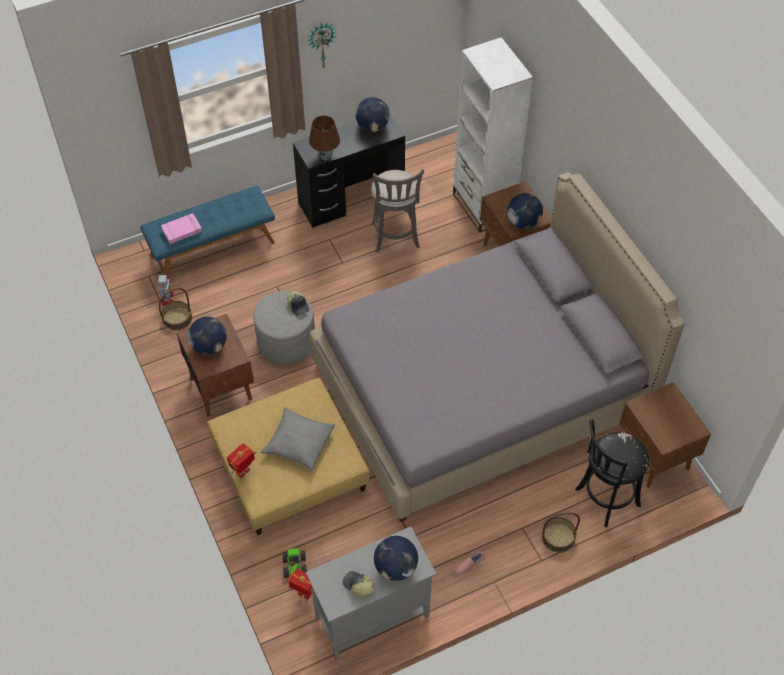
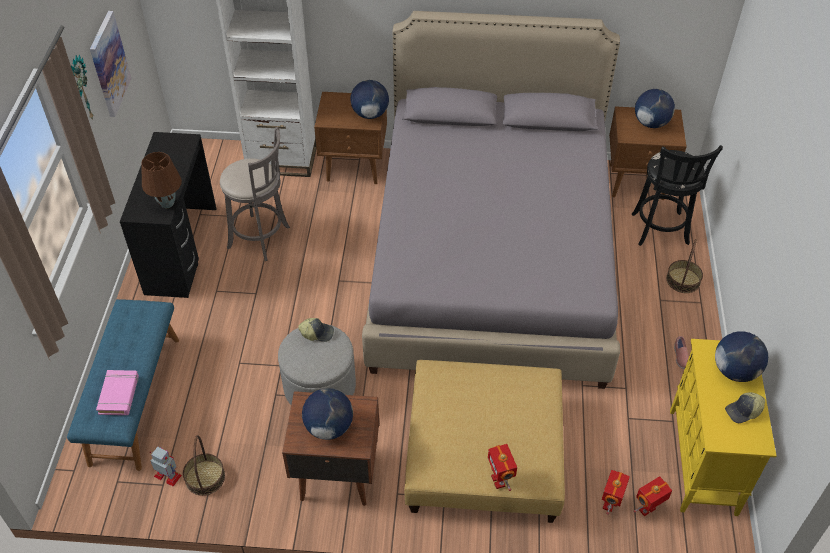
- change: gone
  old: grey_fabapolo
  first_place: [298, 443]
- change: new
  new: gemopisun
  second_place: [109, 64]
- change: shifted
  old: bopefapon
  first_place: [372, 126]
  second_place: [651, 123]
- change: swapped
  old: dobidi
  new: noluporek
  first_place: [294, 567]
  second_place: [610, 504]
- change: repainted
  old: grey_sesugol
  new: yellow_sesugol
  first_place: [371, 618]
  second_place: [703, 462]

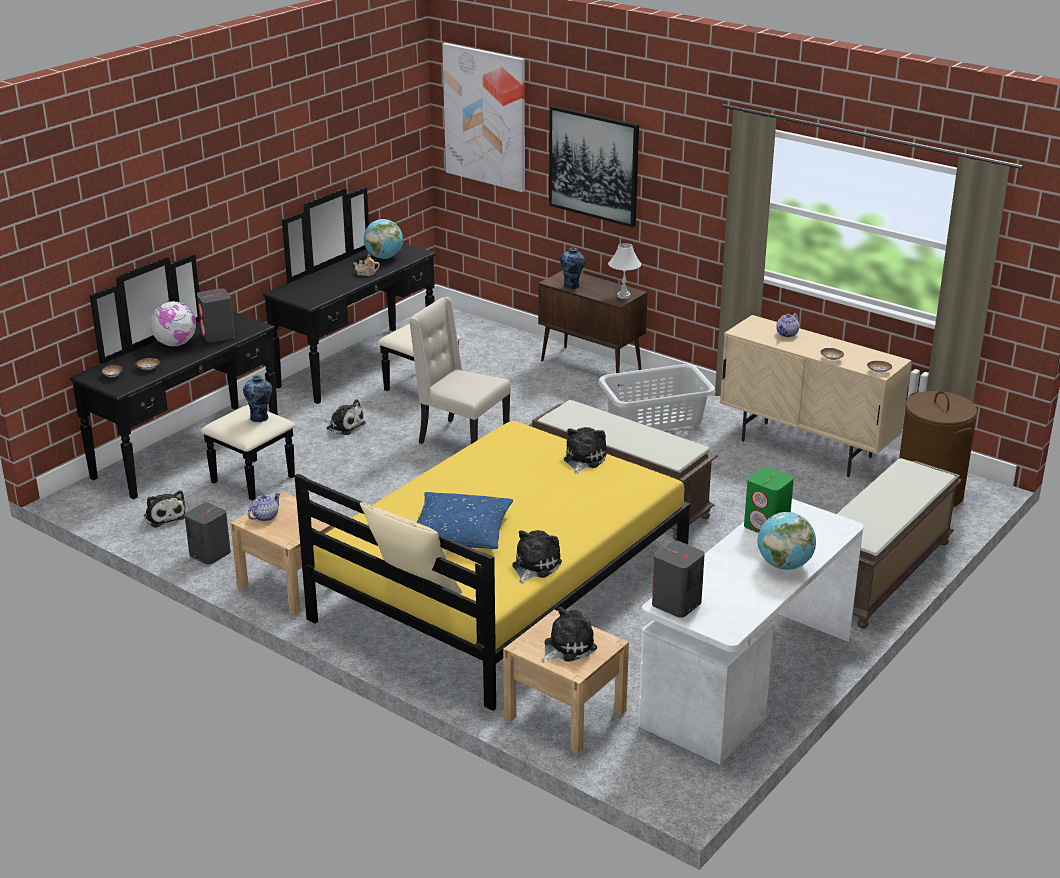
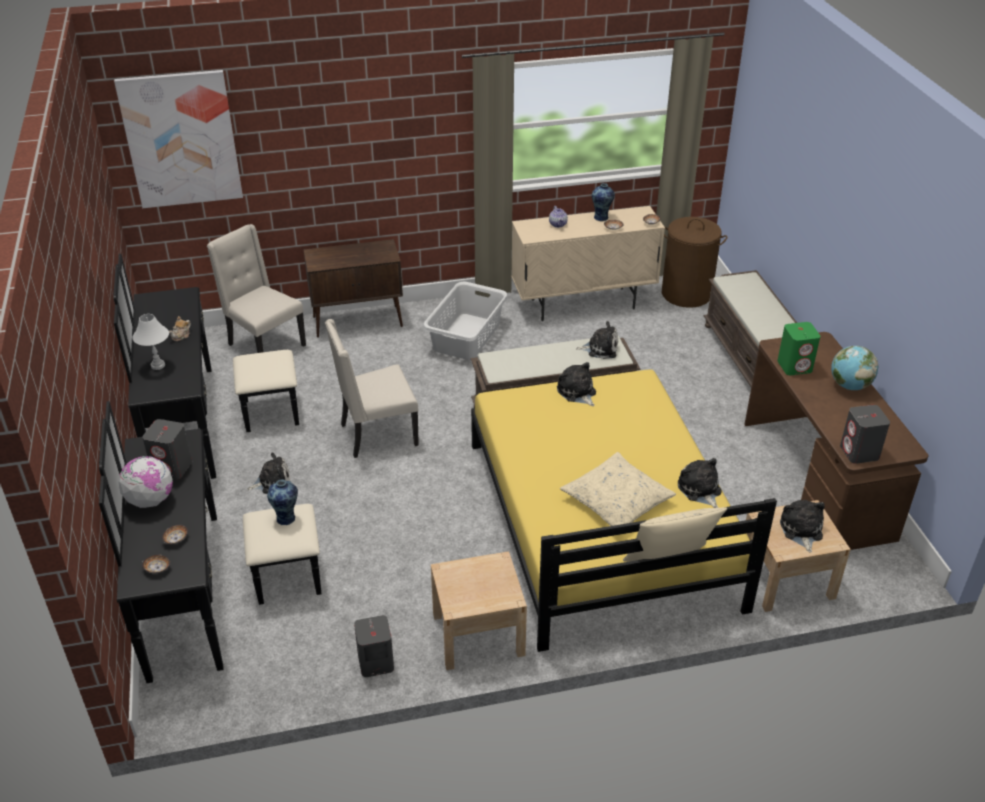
- change: gone
  old: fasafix
  first_place: [265, 516]
- change: gone
  old: bopefapon
  first_place: [384, 257]
- change: gone
  old: gemopisun
  first_place: [594, 165]
- change: new
  new: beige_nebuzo
  second_place: [264, 345]
- change: shifted
  old: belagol
  first_place: [164, 516]
  second_place: [600, 348]
- change: shifted
  old: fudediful
  first_place: [572, 286]
  second_place: [601, 217]
- change: shifted
  old: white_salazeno
  first_place: [623, 296]
  second_place: [158, 365]
- change: repainted
  old: blue_fabapolo
  new: beige_fabapolo
  first_place: [460, 532]
  second_place: [617, 500]
- change: repainted
  old: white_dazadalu
  new: brown_dazadalu
  first_place: [748, 681]
  second_place: [818, 478]

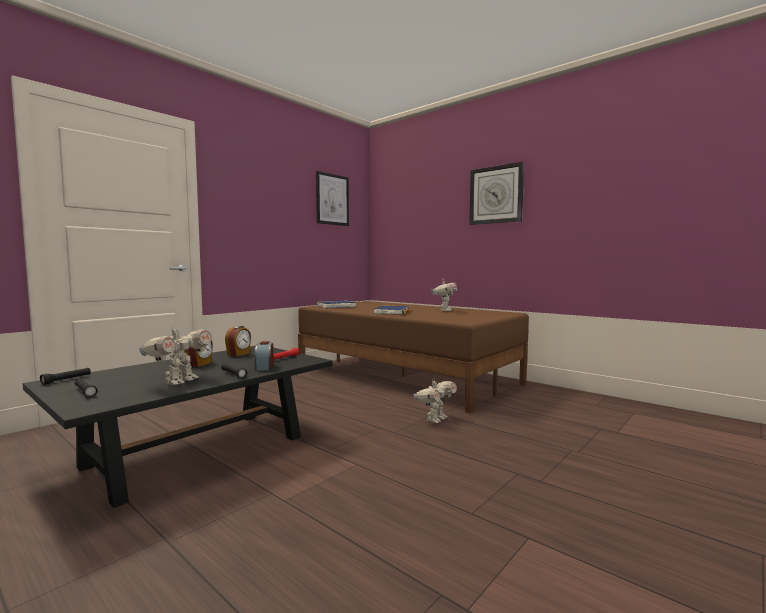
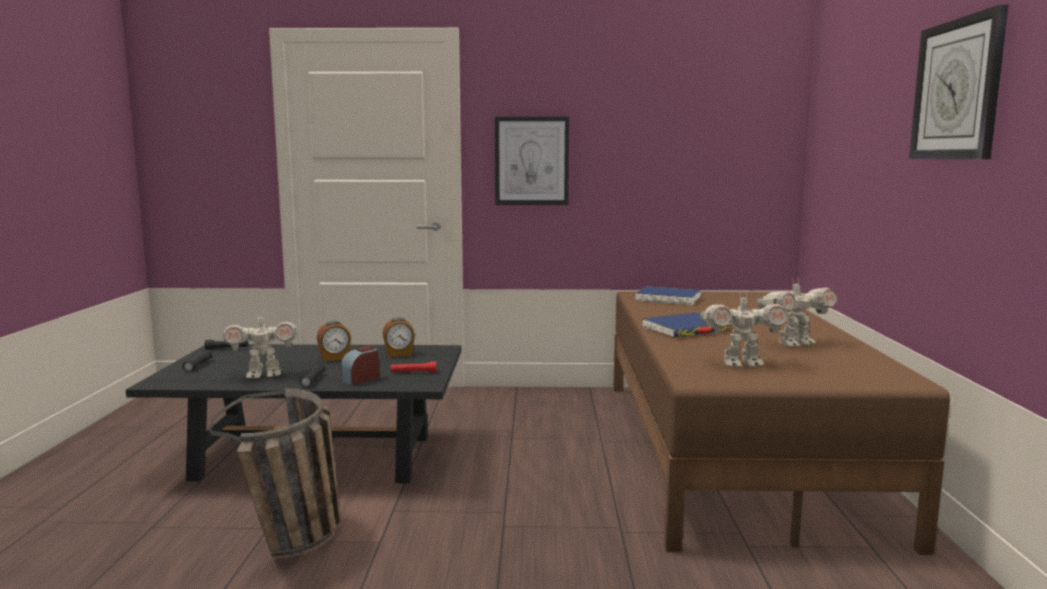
- change: new
  new: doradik
  second_place: [295, 542]
- change: shifted
  old: gemopisun
  first_place: [332, 199]
  second_place: [531, 161]
- change: shifted
  old: noluporek
  first_place: [435, 419]
  second_place: [741, 364]

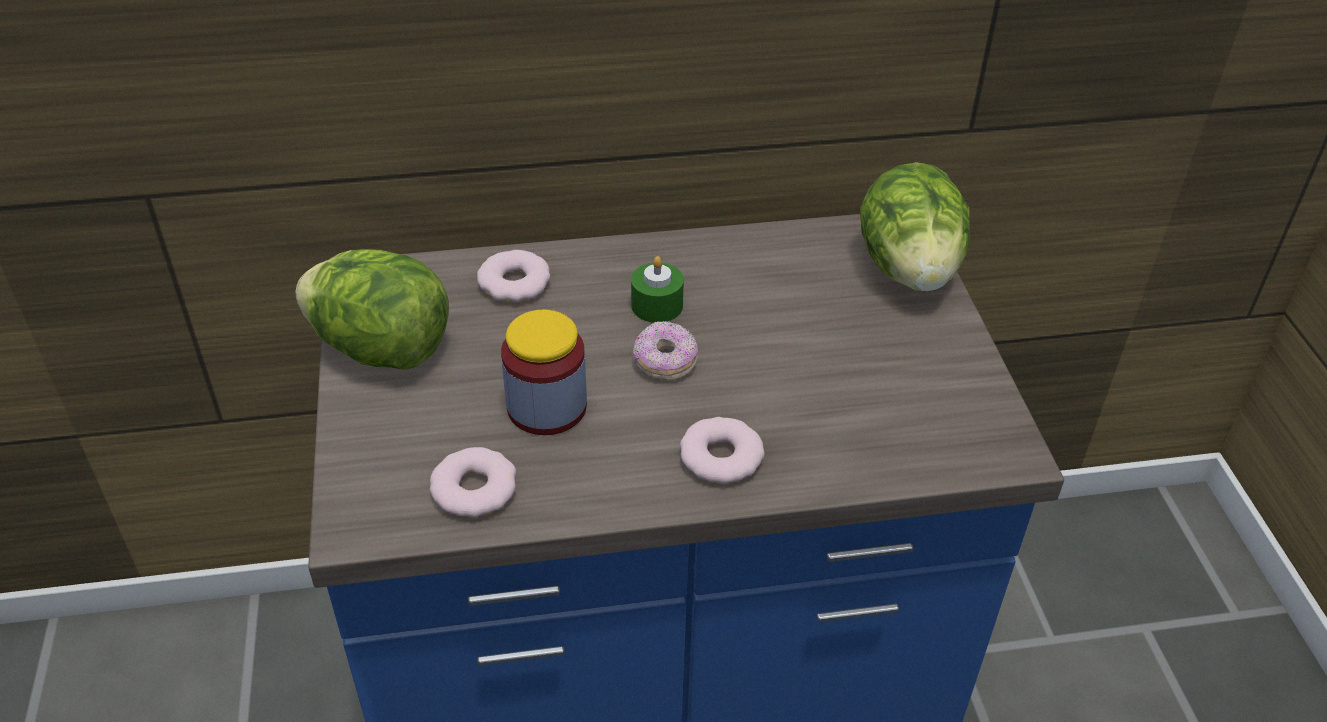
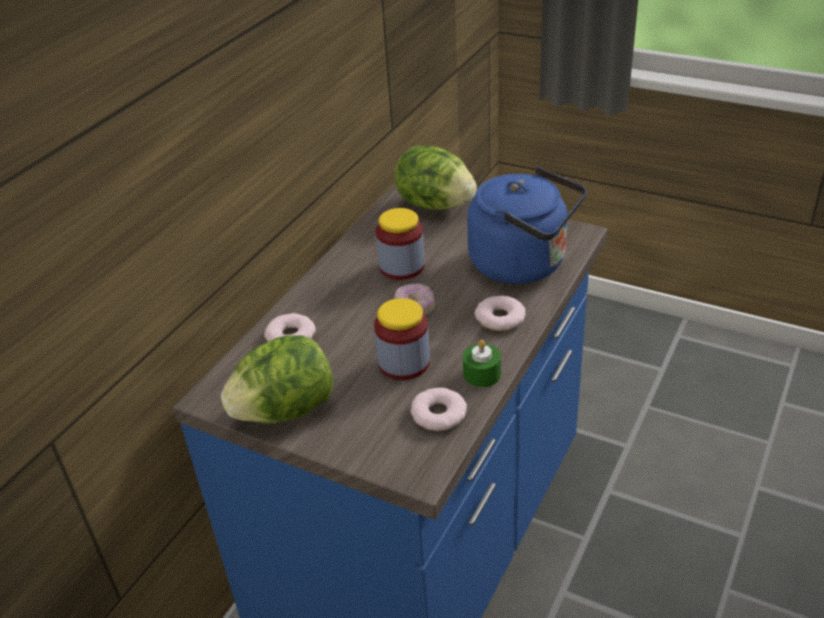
- change: new
  new: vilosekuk
  second_place: [402, 267]
- change: new
  new: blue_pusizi
  second_place: [524, 264]
- change: shifted
  old: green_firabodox
  first_place: [657, 305]
  second_place: [482, 374]

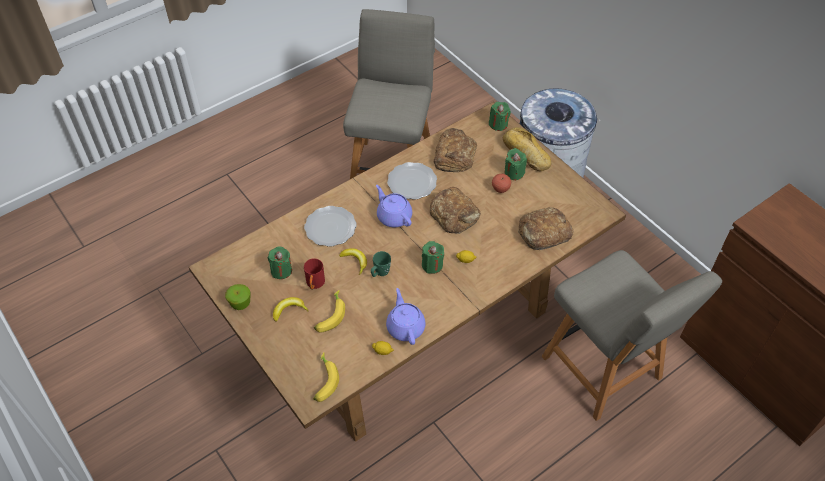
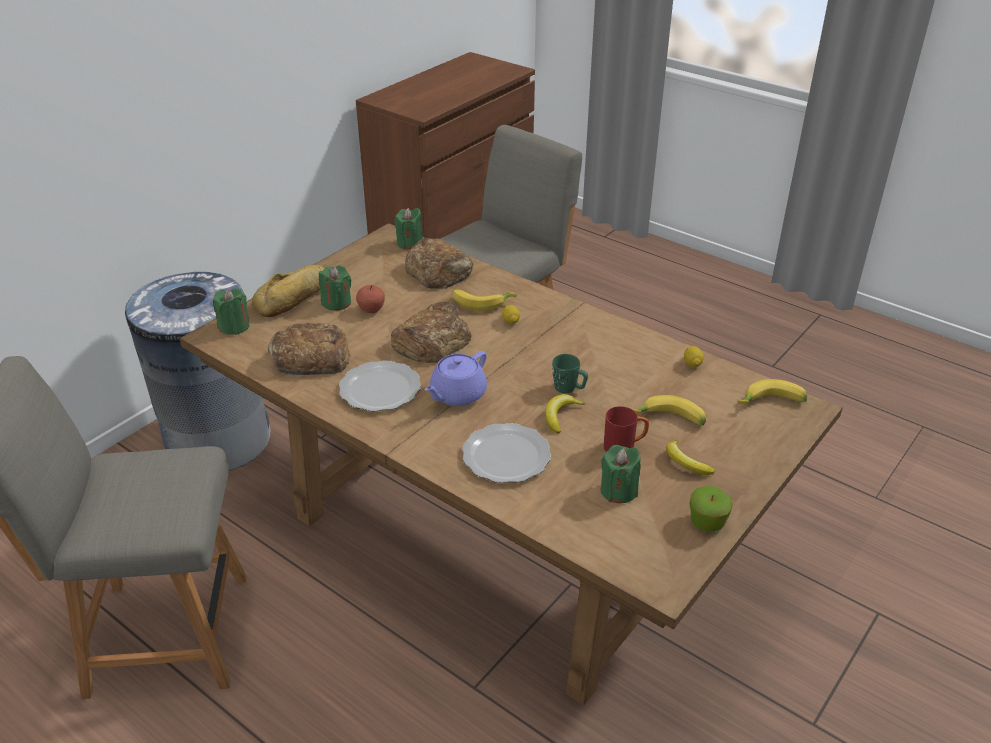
- change: gone
  old: purple_fasafix
  first_place: [405, 327]
- change: new
  new: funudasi
  second_place: [482, 302]
- change: shifted
  old: green_firabodox
  first_place: [432, 265]
  second_place: [410, 243]

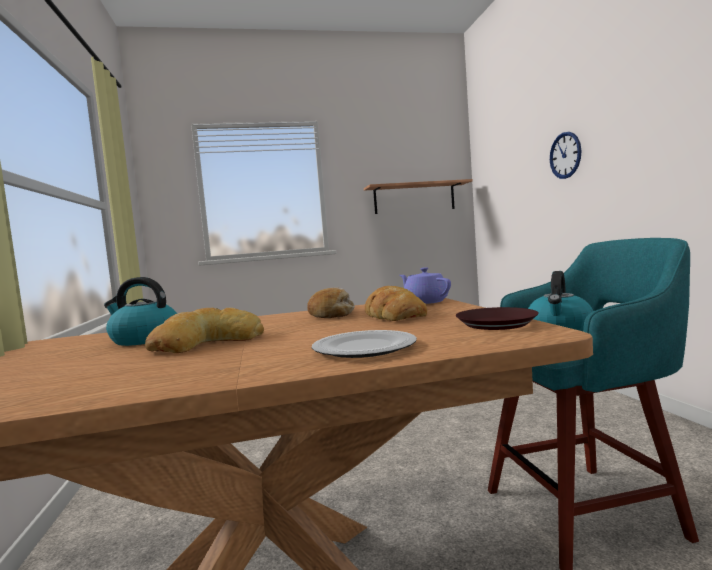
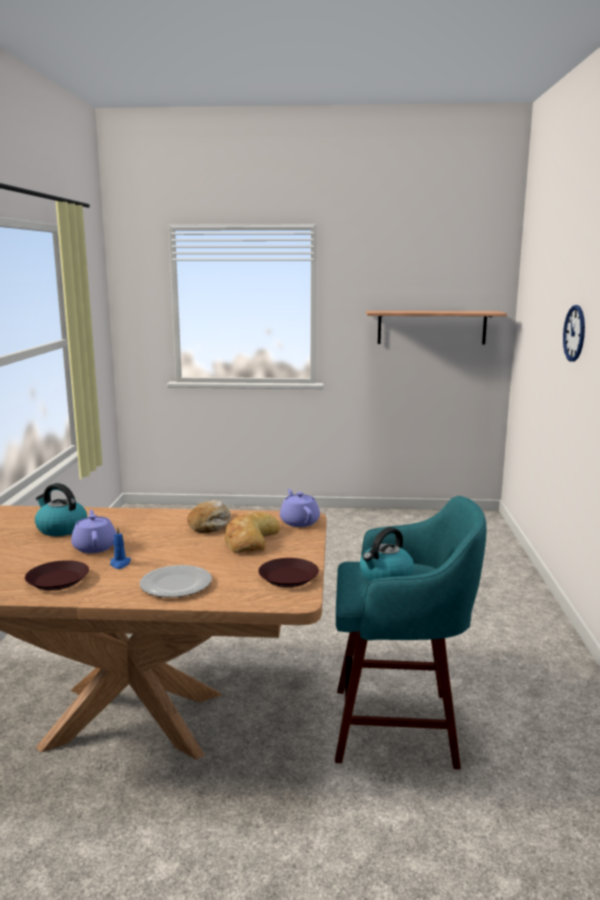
- change: new
  new: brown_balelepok
  second_place: [57, 581]
- change: new
  new: blue_firabodox
  second_place: [120, 564]
- change: swapped
  old: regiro
  new: purple_fasafix
  first_place: [206, 343]
  second_place: [95, 547]

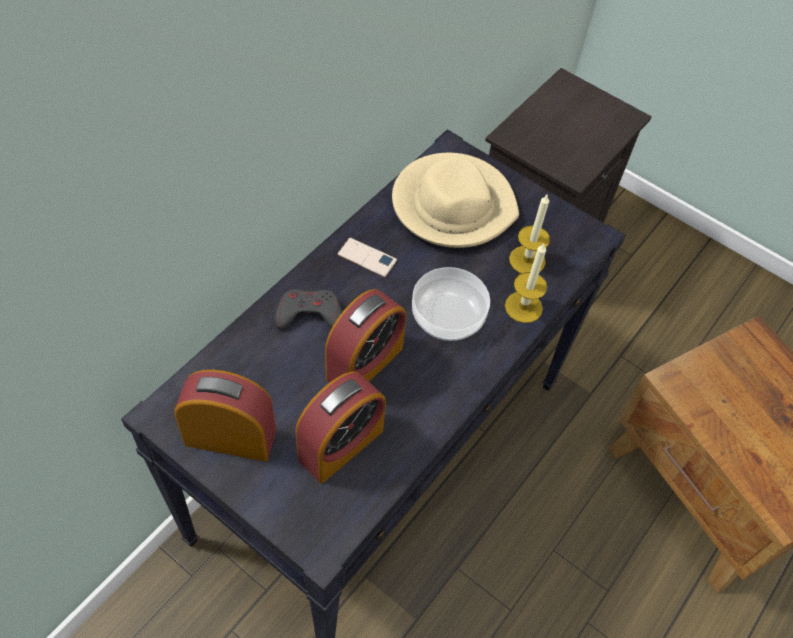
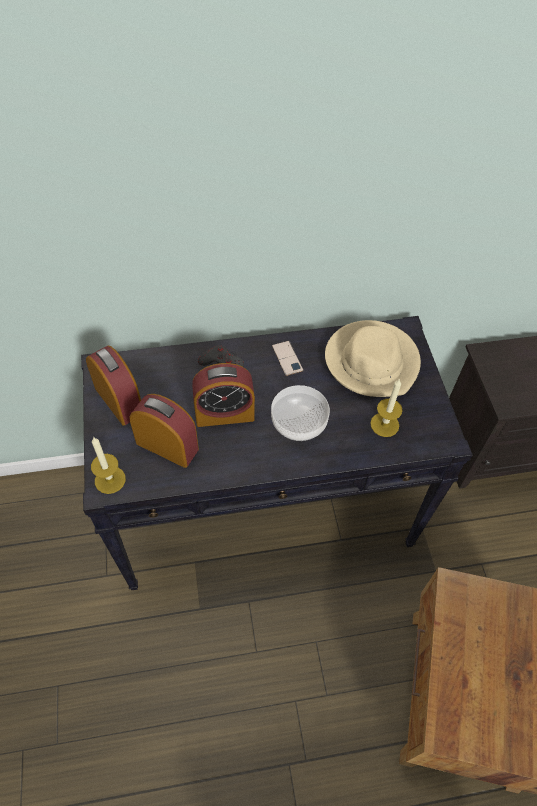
- change: shifted
  old: firabodox
  first_place: [523, 307]
  second_place: [110, 480]
- change: rotated
  old: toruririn
  first_place: [340, 444]
  second_place: [167, 446]
  degrees: -150

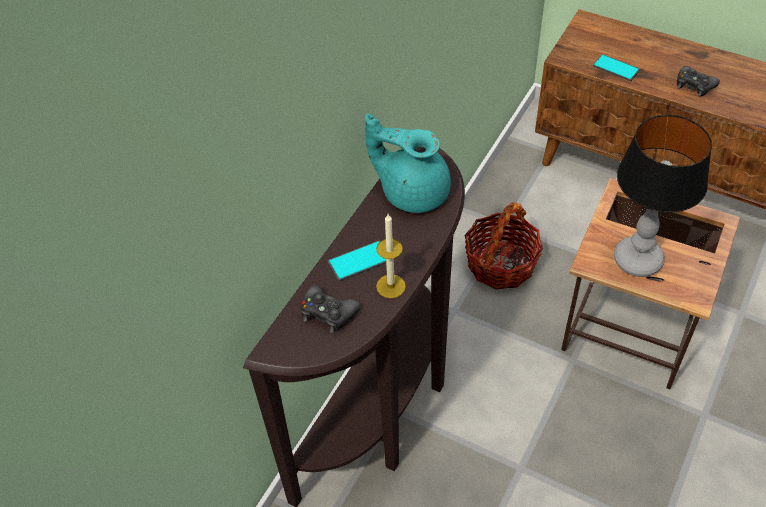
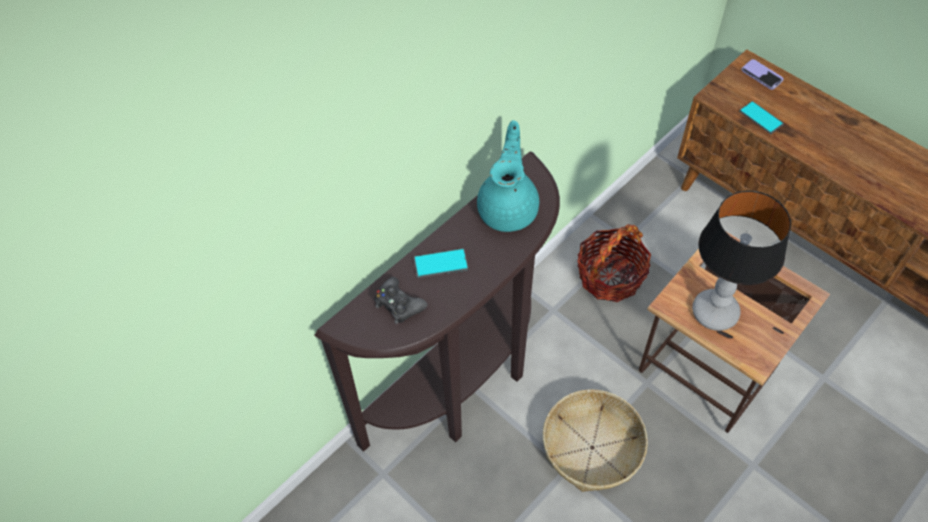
- change: gone
  old: firabodox
  first_place: [390, 286]
- change: gone
  old: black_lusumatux
  first_place: [694, 85]
- change: new
  new: doradik
  second_place: [592, 447]
- change: new
  new: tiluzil
  second_place: [761, 75]
- change: rotated
  old: turquoise_fasafix
  first_place: [412, 191]
  second_place: [509, 208]
  degrees: 60

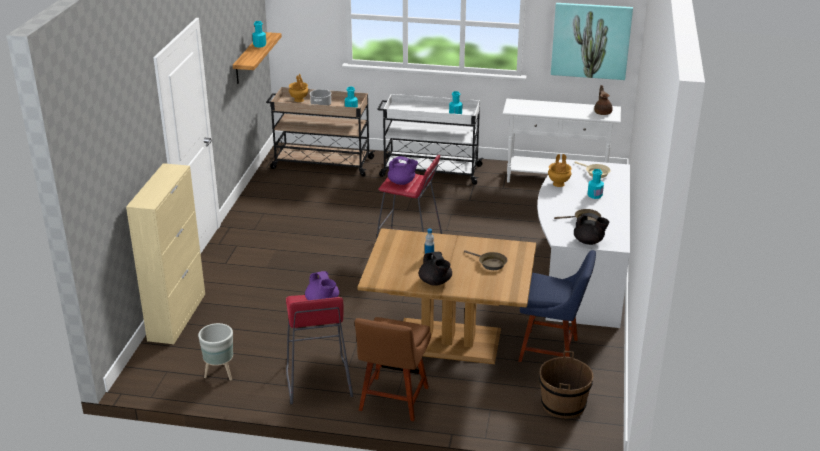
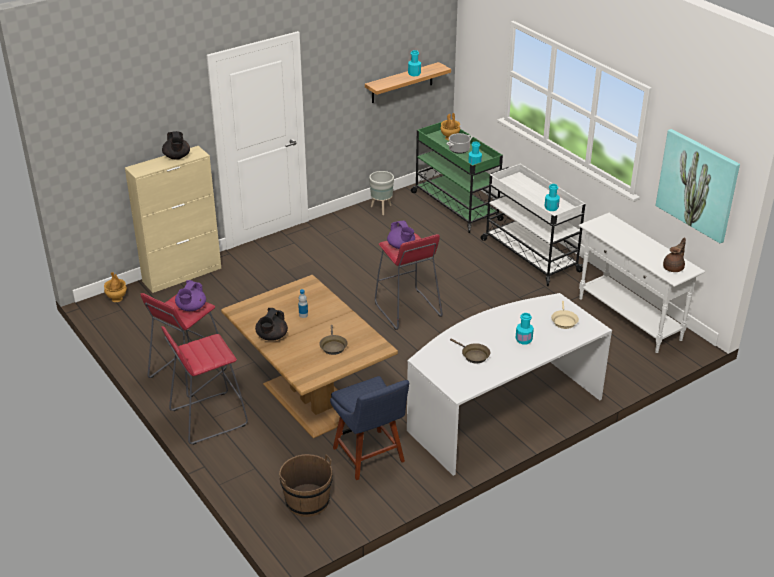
- change: shifted
  old: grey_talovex
  first_place: [220, 374]
  second_place: [381, 209]
- change: shifted
  old: brown_fudediful
  first_place: [559, 184]
  second_place: [117, 299]
- change: shifted
  old: black_fasafix
  first_place: [589, 241]
  second_place: [177, 157]
- change: swapped
  old: brown_nebuzo
  new: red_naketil
  first_place: [392, 401]
  second_place: [207, 418]
- change: repainted
  old: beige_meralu
  new: green_meralu
  first_place: [321, 163]
  second_place: [455, 205]

